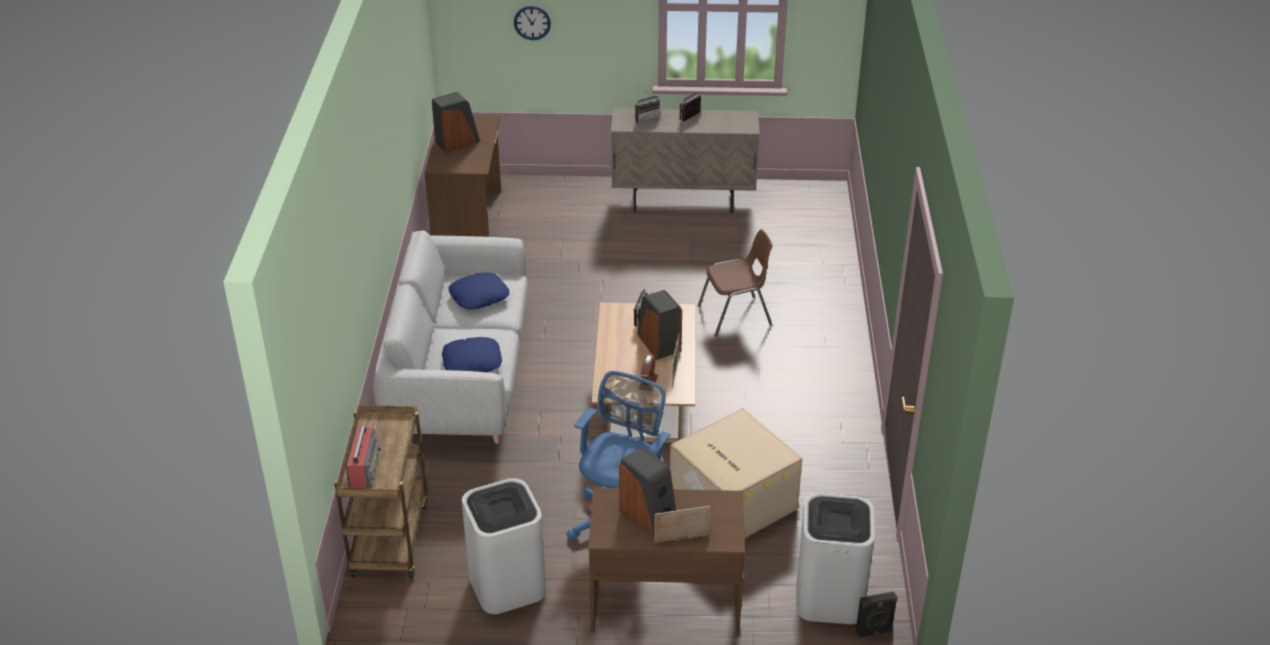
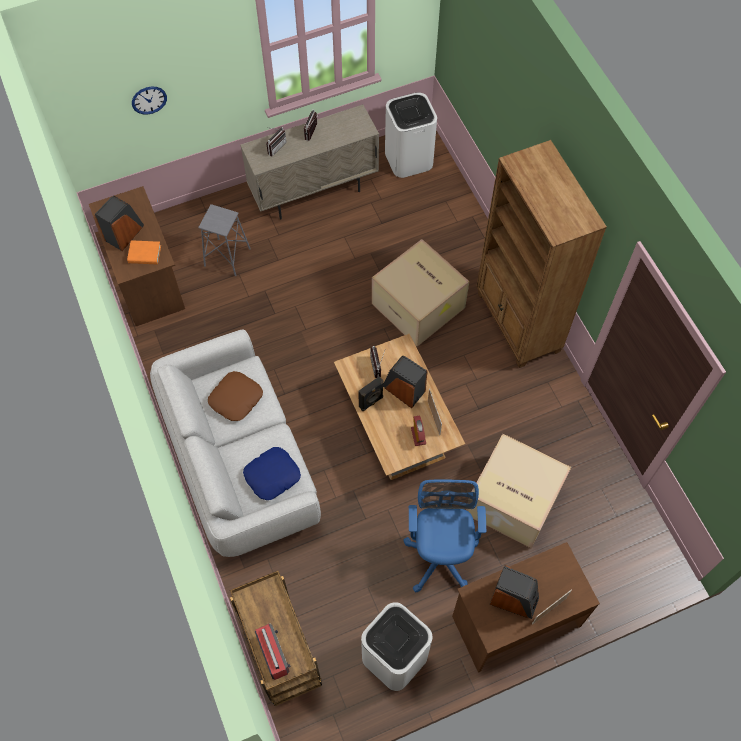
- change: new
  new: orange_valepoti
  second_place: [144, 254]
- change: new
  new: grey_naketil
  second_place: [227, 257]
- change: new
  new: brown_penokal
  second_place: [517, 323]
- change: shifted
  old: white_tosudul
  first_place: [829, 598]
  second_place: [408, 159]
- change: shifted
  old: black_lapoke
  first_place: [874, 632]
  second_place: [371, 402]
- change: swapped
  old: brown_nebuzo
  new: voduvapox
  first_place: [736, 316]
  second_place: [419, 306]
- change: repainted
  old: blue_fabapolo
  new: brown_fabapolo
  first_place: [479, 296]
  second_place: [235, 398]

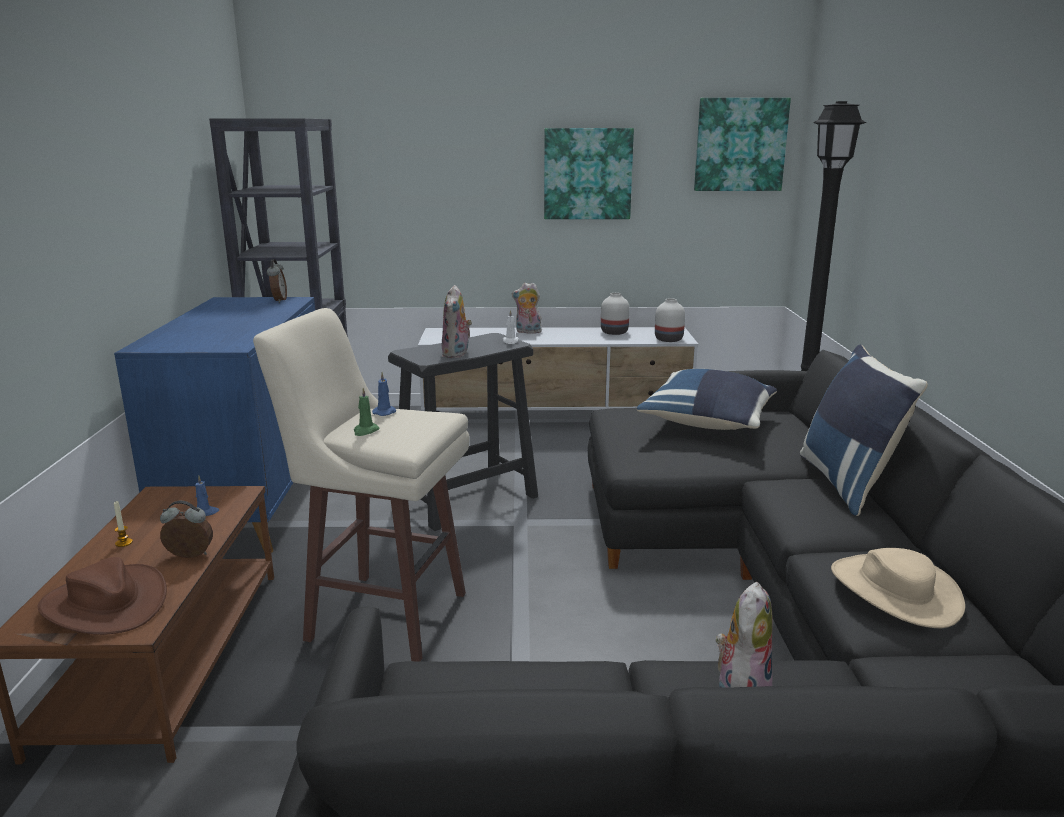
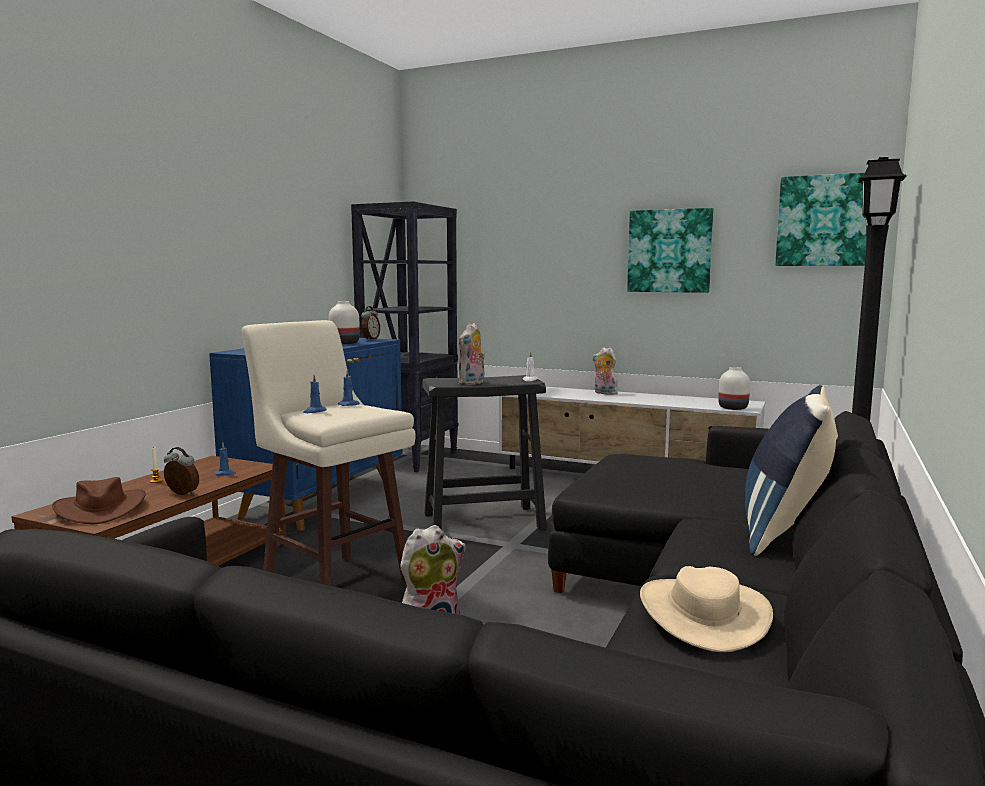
- change: gone
  old: blue_fabapolo
  first_place: [708, 423]
- change: shifted
  old: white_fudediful
  first_place: [613, 332]
  second_place: [344, 343]
- change: repainted
  old: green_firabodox
  new: blue_firabodox
  first_place: [365, 431]
  second_place: [314, 411]

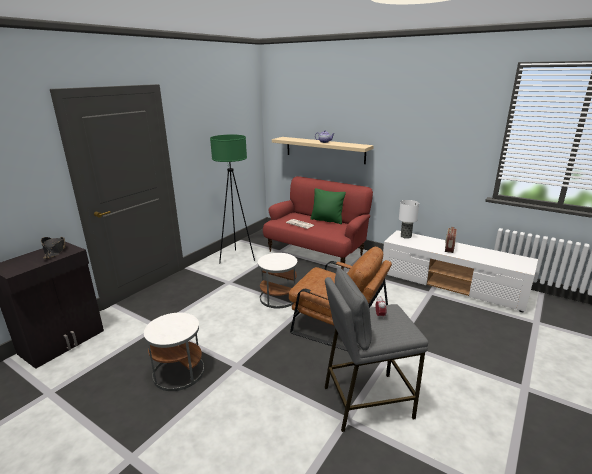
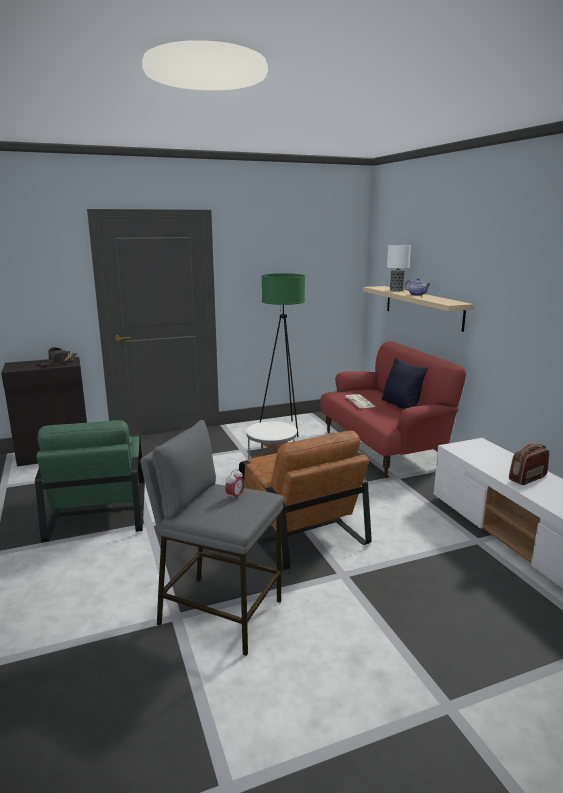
- change: shifted
  old: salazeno
  first_place: [406, 236]
  second_place: [396, 290]
- change: swapped
  old: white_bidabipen
  new: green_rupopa
  first_place: [178, 373]
  second_place: [98, 510]
- change: repainted
  old: green_fabapolo
  new: black_fabapolo
  first_place: [327, 220]
  second_place: [402, 405]

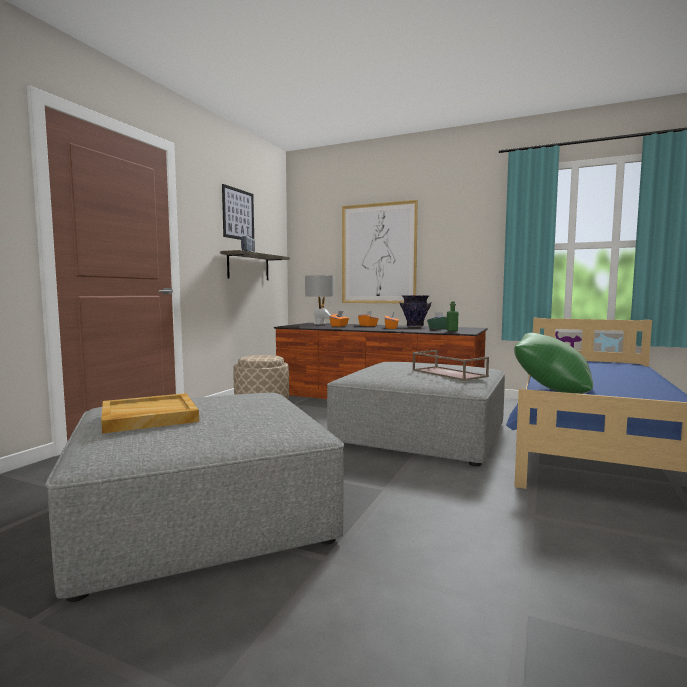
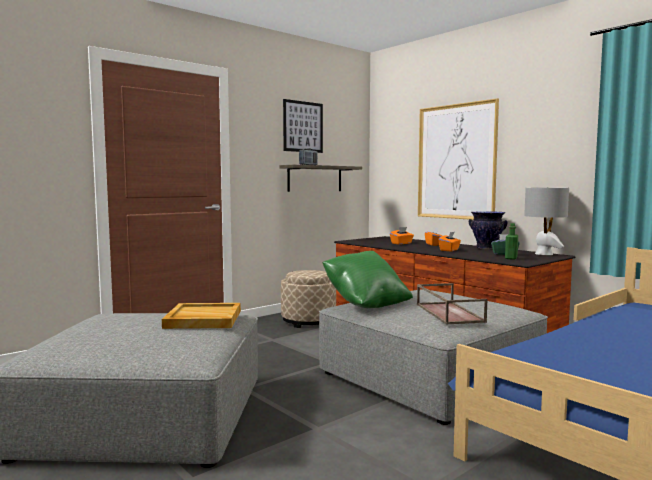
- change: shifted
  old: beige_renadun
  first_place: [148, 417]
  second_place: [203, 319]
- change: shifted
  old: grey_salazeno
  first_place: [319, 324]
  second_place: [544, 254]
- change: shifted
  old: green_fabapolo
  first_place: [551, 391]
  second_place: [366, 304]

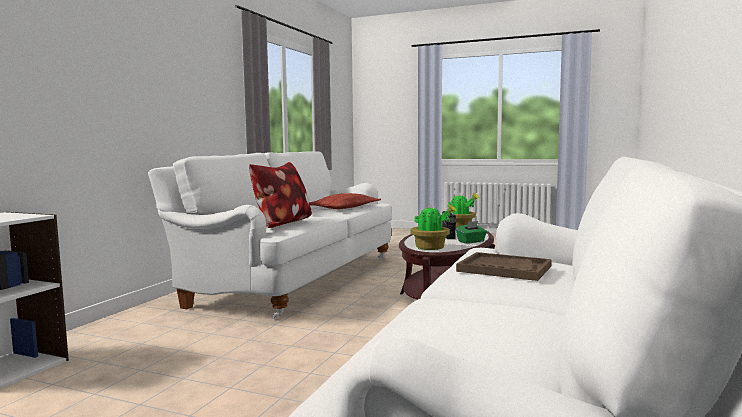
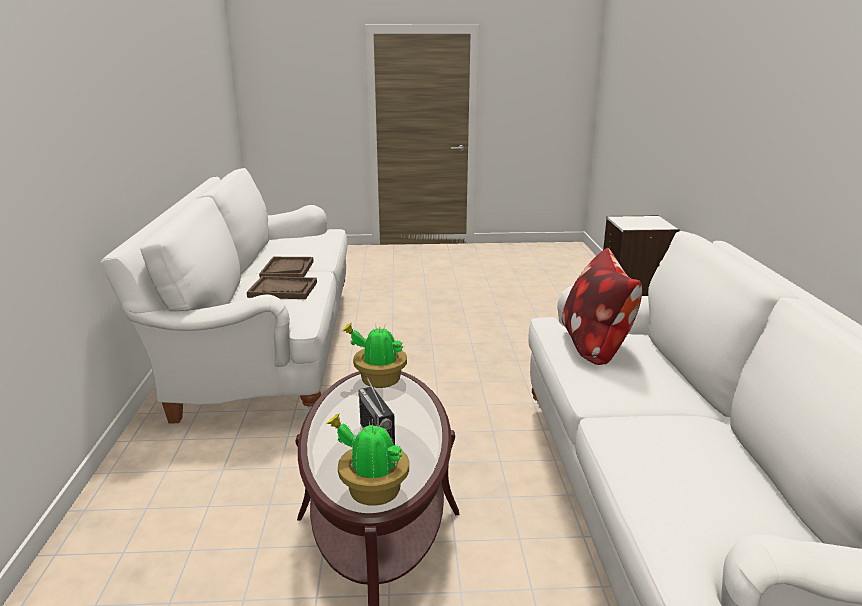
- change: gone
  old: fabapolo
  first_place: [345, 207]
- change: gone
  old: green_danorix
  first_place: [471, 241]
- change: new
  new: brown_renadun
  second_place: [287, 270]

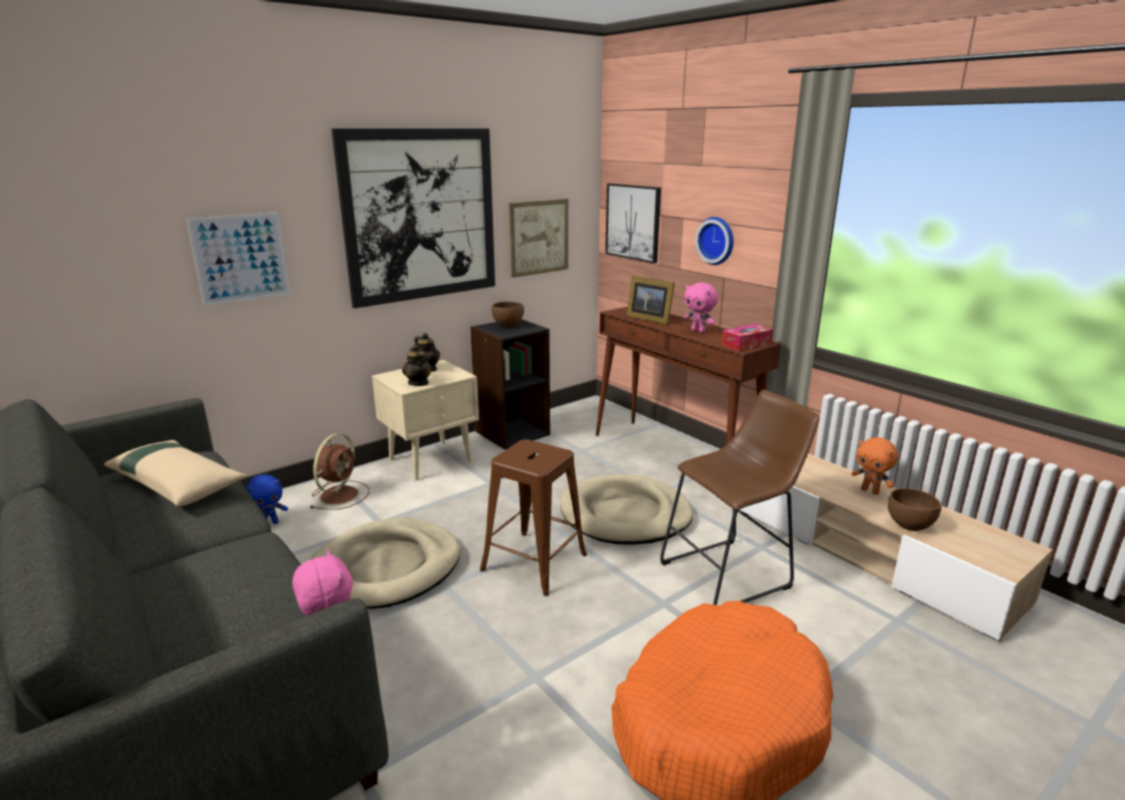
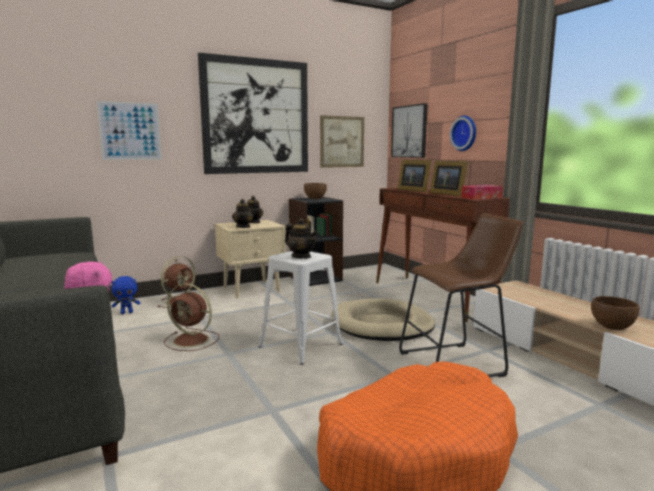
- change: gone
  old: beige_fabapolo
  first_place: [178, 483]
- change: gone
  old: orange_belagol
  first_place: [870, 491]
- change: new
  new: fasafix
  second_place: [301, 257]
- change: swapped
  old: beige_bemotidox
  new: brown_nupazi
  first_place: [387, 568]
  second_place: [192, 340]
- change: swapped
  old: pink_belagol
  new: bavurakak
  first_place: [698, 331]
  second_place: [447, 194]
- change: repainted
  old: brown_naketil
  new: white_naketil
  first_place: [534, 562]
  second_place: [301, 345]

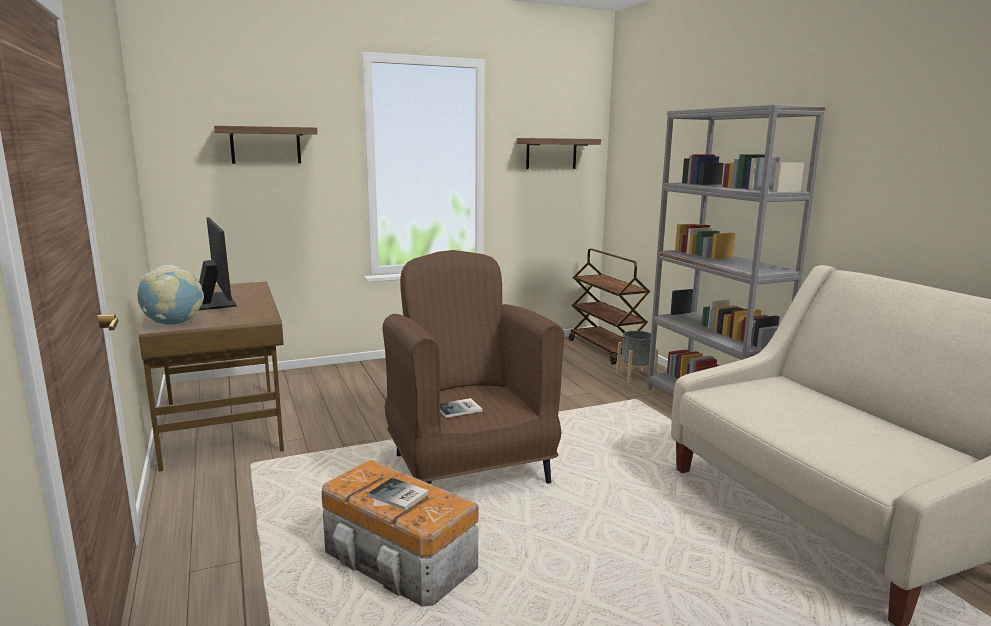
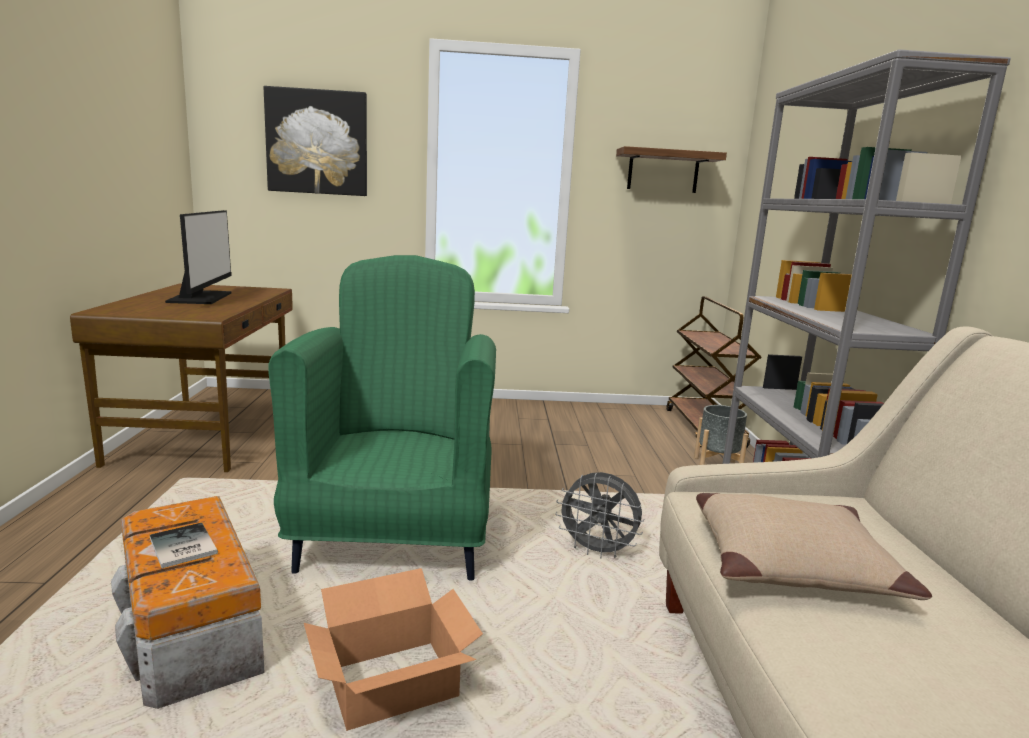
- change: gone
  old: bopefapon
  first_place: [174, 323]
- change: gone
  old: valepoti
  first_place: [460, 409]
- change: new
  new: voduvapox
  second_place: [390, 684]
- change: new
  new: grey_nupazi
  second_place: [598, 551]
- change: new
  new: beige_fabapolo
  second_place: [791, 563]
- change: swapped
  old: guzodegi
  new: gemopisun
  first_place: [265, 145]
  second_place: [317, 142]
- change: repainted
  old: brown_rupopa
  new: green_rupopa
  first_place: [469, 467]
  second_place: [396, 536]

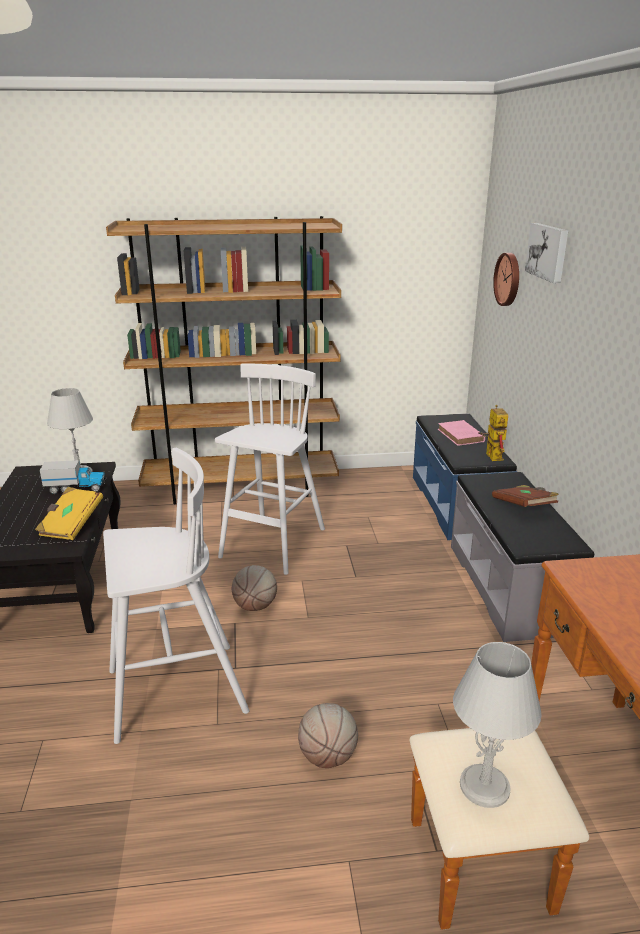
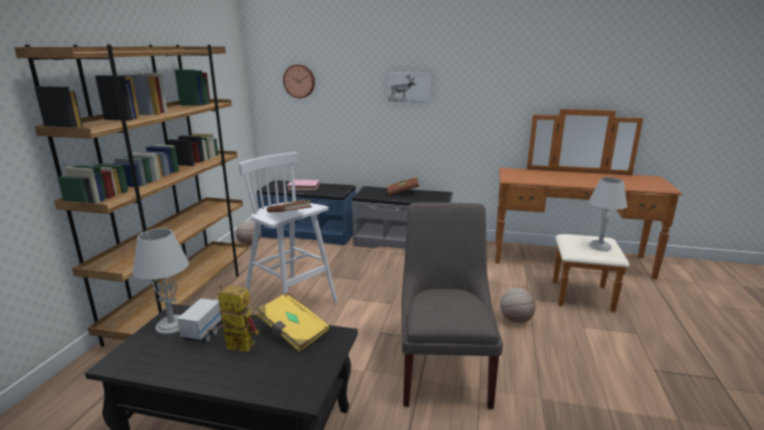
- change: new
  new: brown_valepoti
  second_place: [290, 216]
- change: shifted
  old: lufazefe
  first_place: [255, 606]
  second_place: [249, 244]
- change: shifted
  old: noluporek
  first_place: [491, 455]
  second_place: [233, 347]
- change: shifted
  old: gemopisun
  first_place: [548, 252]
  second_place: [409, 87]
- change: swapped
  old: white_naketil
  new: grey_nebuzo
  first_place: [173, 692]
  second_place: [444, 369]

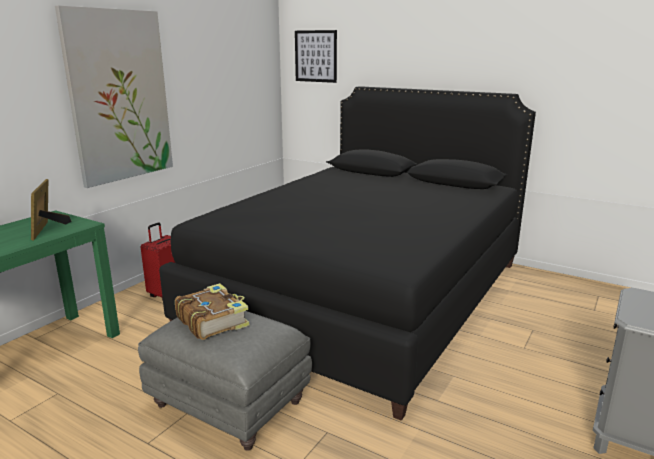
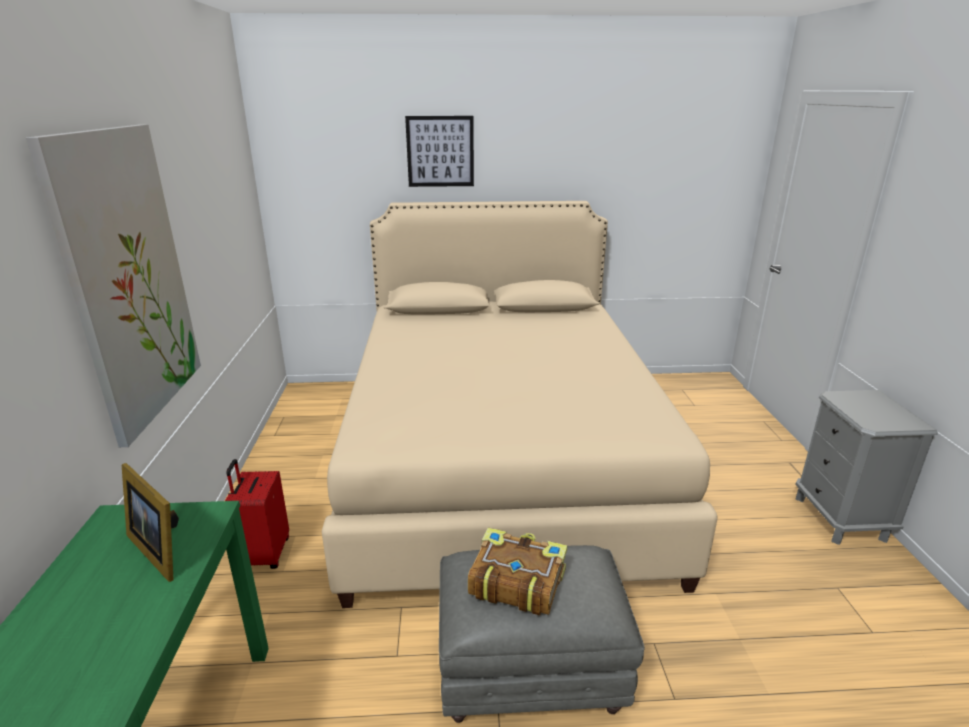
- change: shifted
  old: gemopisun
  first_place: [315, 56]
  second_place: [440, 151]
- change: repainted
  old: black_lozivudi
  new: beige_lozivudi
  first_place: [363, 294]
  second_place: [500, 460]

